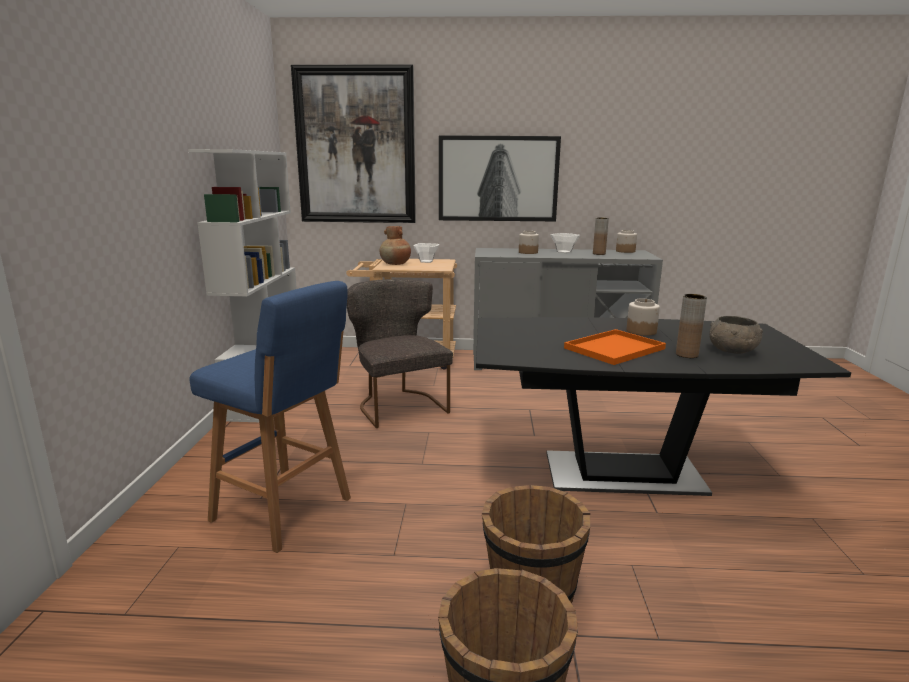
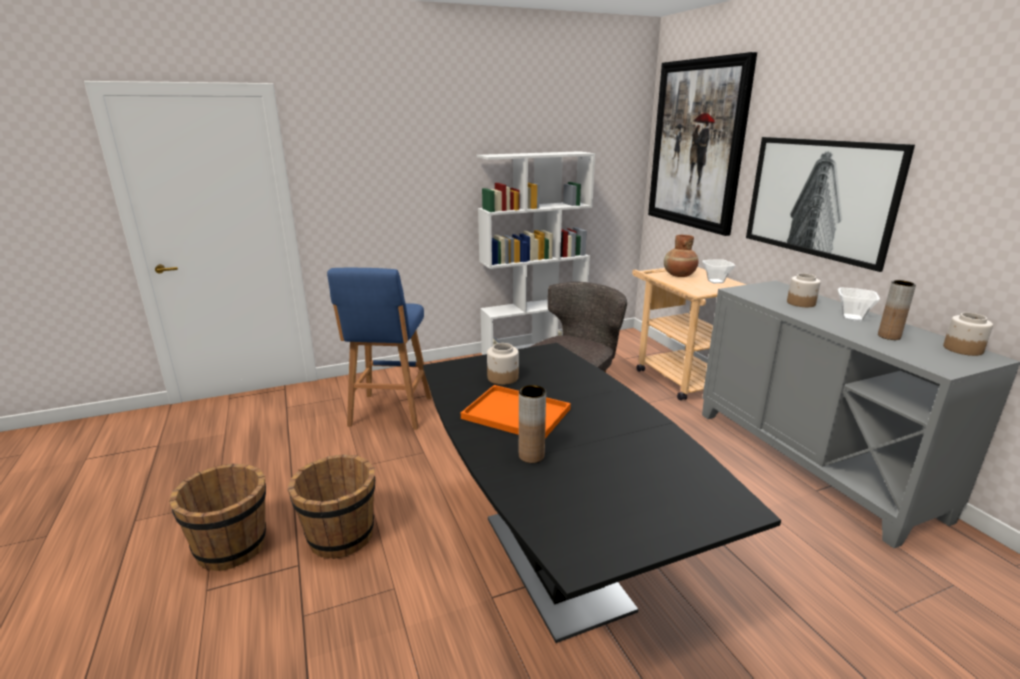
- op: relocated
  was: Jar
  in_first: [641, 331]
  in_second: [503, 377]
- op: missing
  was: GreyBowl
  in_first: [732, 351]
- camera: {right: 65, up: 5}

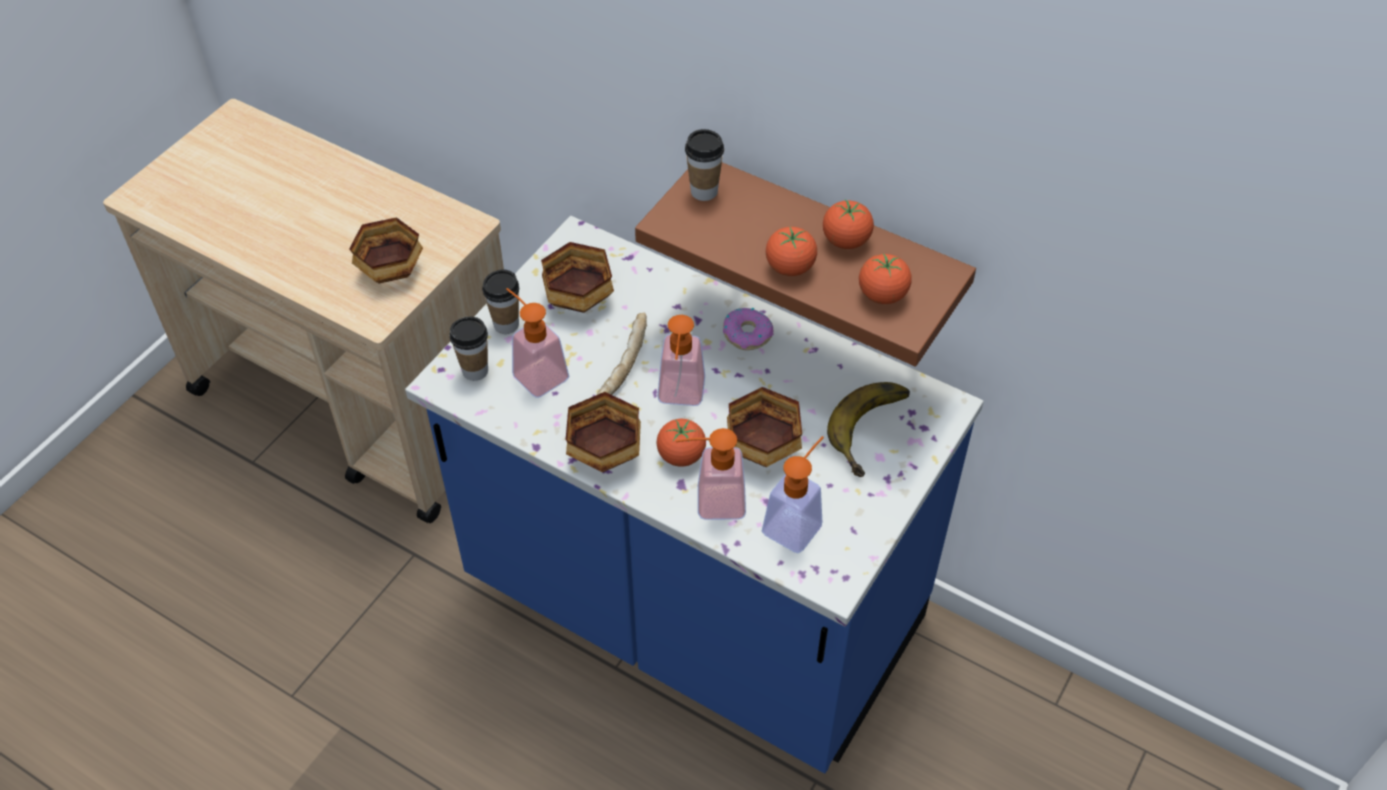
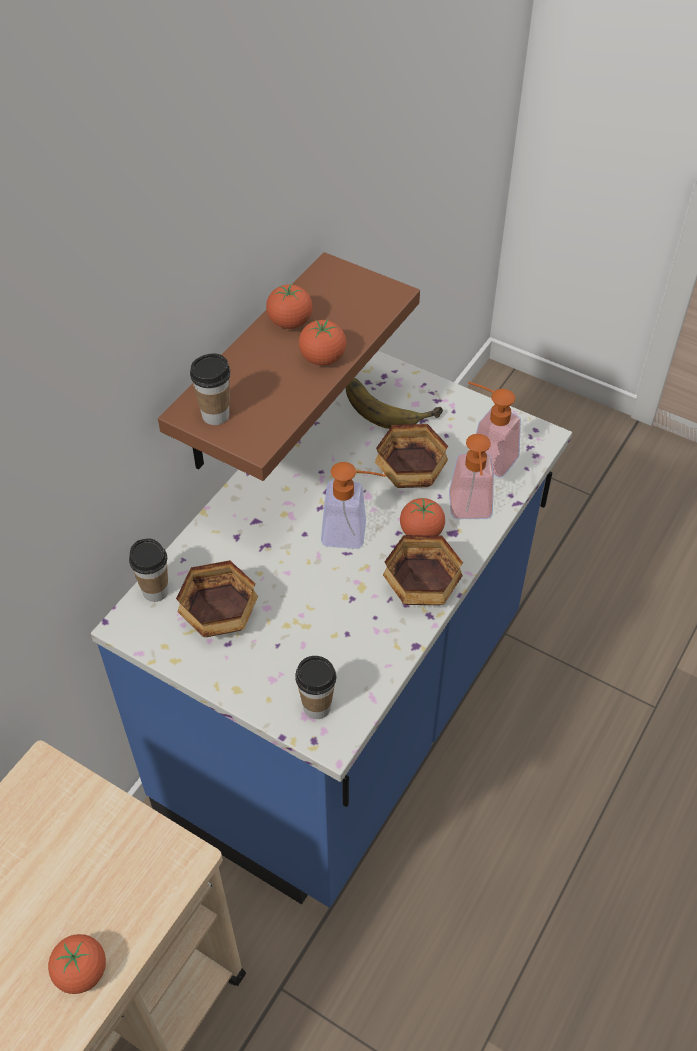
- op: missing
  was: Bowl
  in_first: [389, 272]
- op: relocated
  was: Cup
  in_first: [506, 324]
  in_second: [155, 591]
- op: missing
  was: SoapDispenser
  in_first: [535, 372]
- op: missing
  was: Bread
  in_first: [622, 365]
- op: missing
  was: Donut
  in_first: [747, 334]
- op: relocated
  was: Tomato
  in_first: [882, 295]
  in_second: [82, 972]
- camera: {right: -90, up: 0}

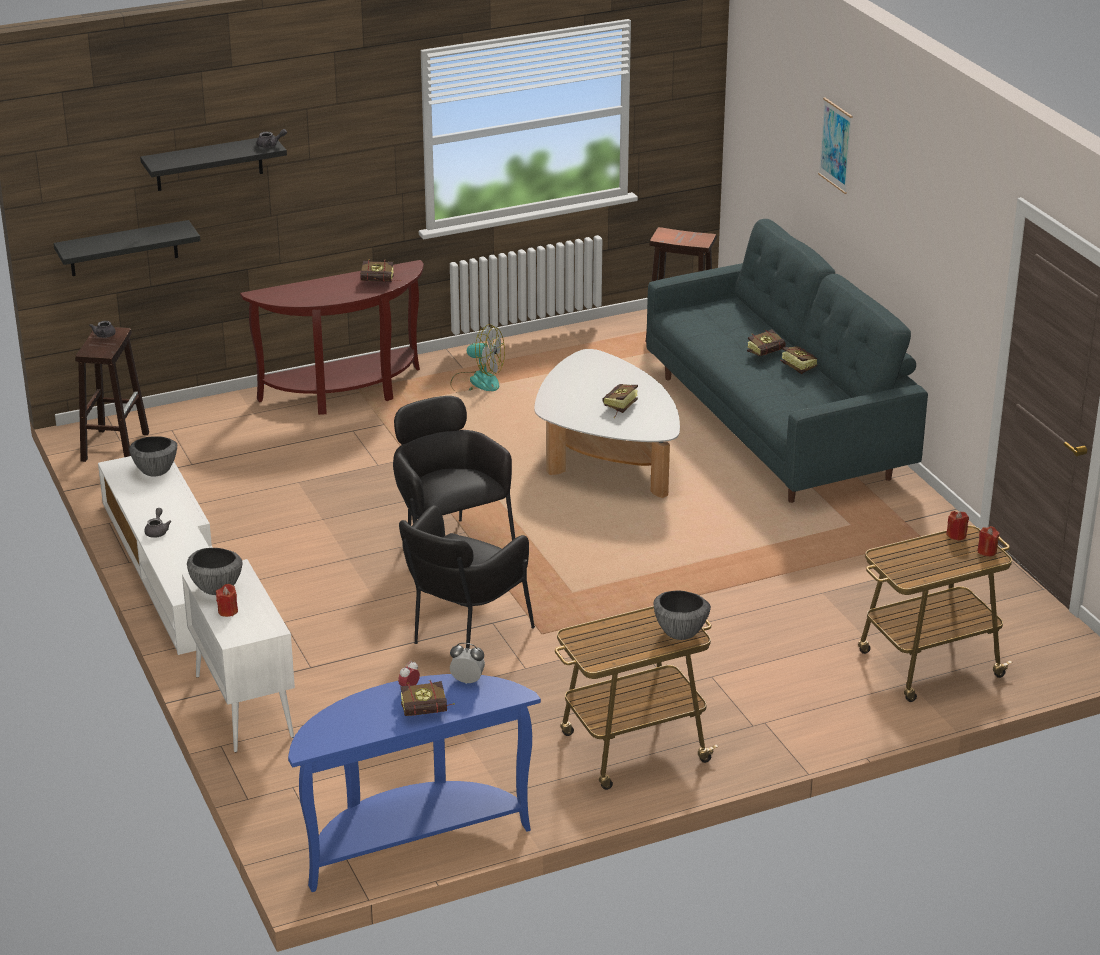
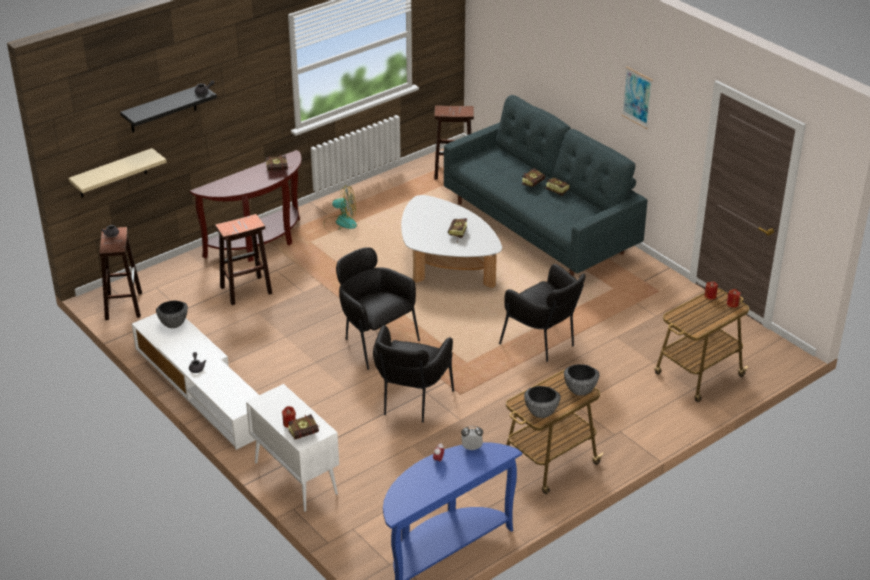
- op: colour
  was: BlackShelf
  now: BeigeShelf
  in_first: [123, 248]
  in_second: [112, 173]
- op: relocated
  was: Bowl
  in_first: [217, 589]
  in_second: [541, 413]
- op: relocated
  was: Book
  in_first: [429, 712]
  in_second: [306, 434]
- op: relocated
  was: Picture
  in_first: [835, 145]
  in_second: [637, 97]
- op: appeared
  now: BrownStool
  in_second: [245, 291]
- op: appeared
  now: BlackArmchair
  in_second: [543, 343]
- camera: {right: -15, up: 5}

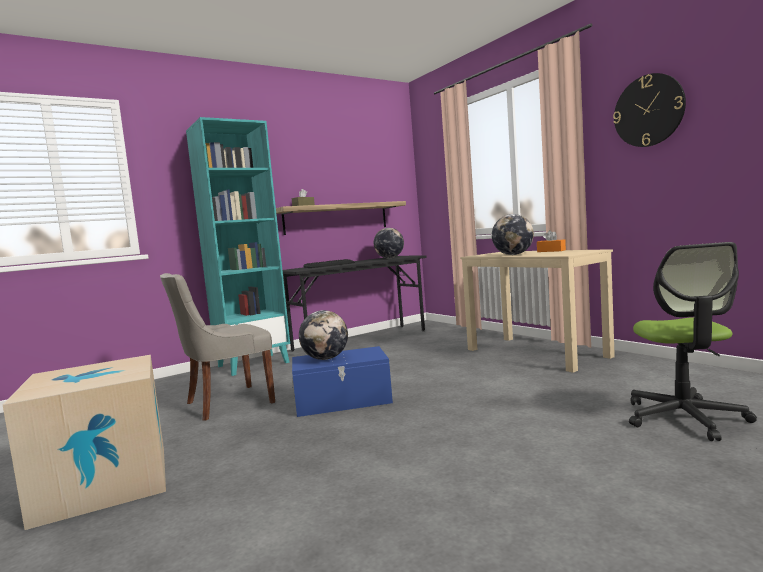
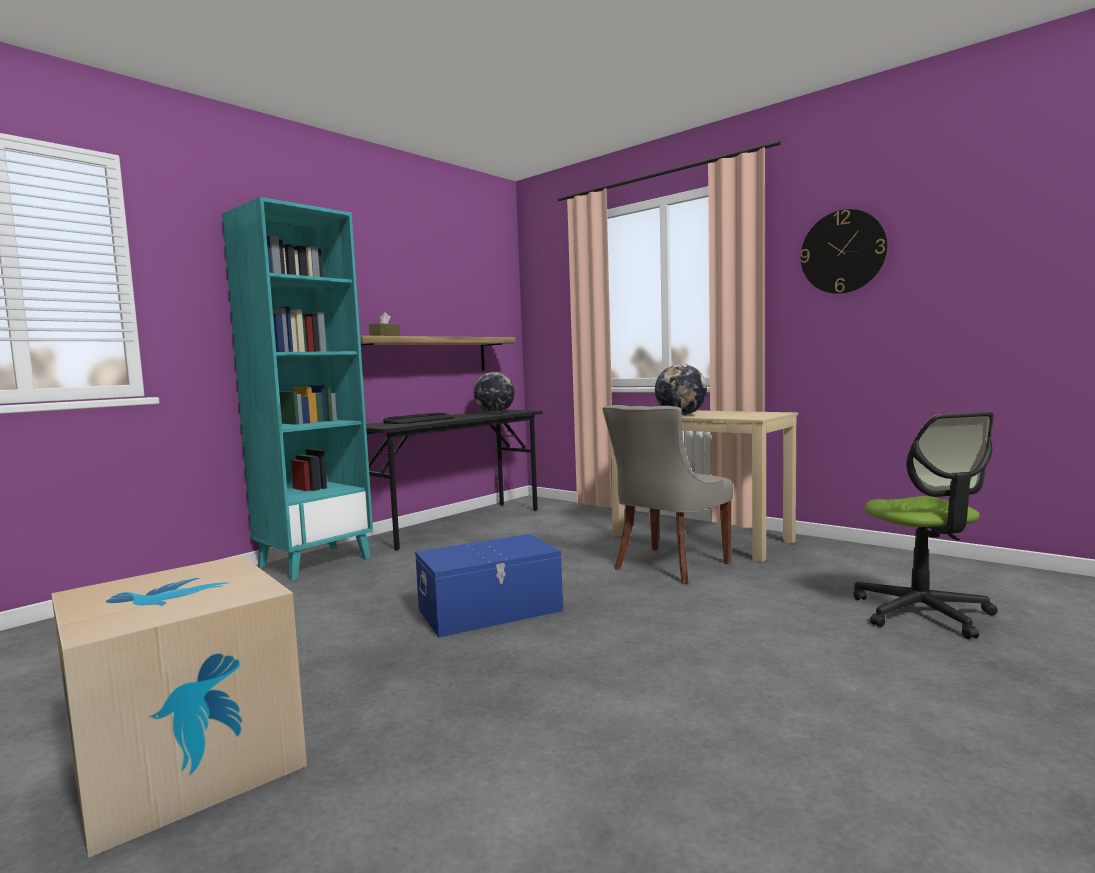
- op: relocated
  was: GreyChair
  in_first: [227, 403]
  in_second: [668, 566]
- op: missing
  was: Globe
  in_first: [326, 358]
- op: missing
  was: OrangeTissueBox
  in_first: [551, 251]
- camera: {right: -15, up: 0}

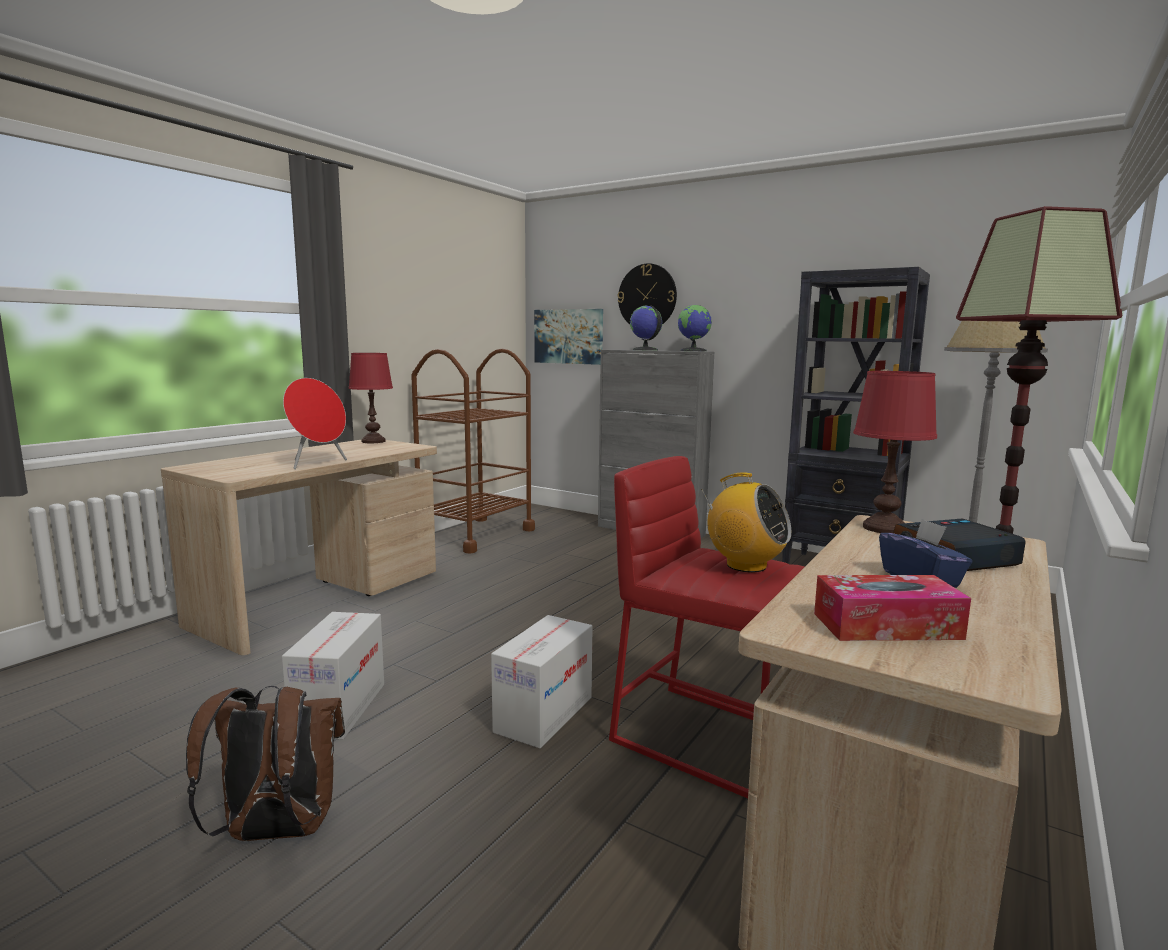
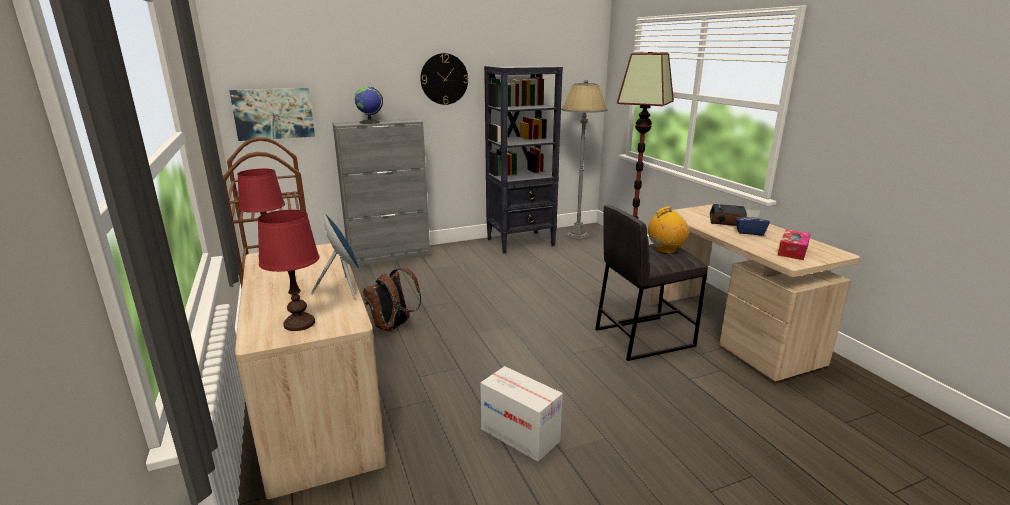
- op: relocated
  was: BrownBackpack
  in_first: [276, 832]
  in_second: [393, 327]
- op: colour
  was: RedSpeaker
  now: BlueSpeaker
  in_first: [317, 464]
  in_second: [344, 288]
- op: missing
  was: CardboardBox
  in_first: [544, 714]
- op: colour
  was: RedStool
  now: GreyStool
  in_first: [707, 736]
  in_second: [643, 337]
- op: relocated
  was: WallClock
  in_first: [647, 297]
  in_second: [444, 79]
- op: missing
  was: Globe
  in_first: [694, 351]
- op: relocated
  was: RedTableLamp
  in_first: [884, 528]
  in_second: [299, 323]
- camera: {right: -55, up: 10}

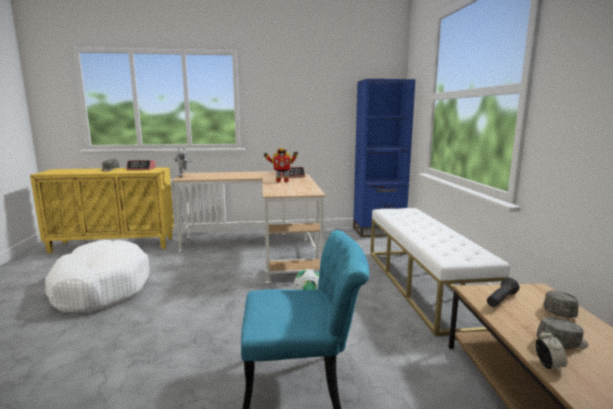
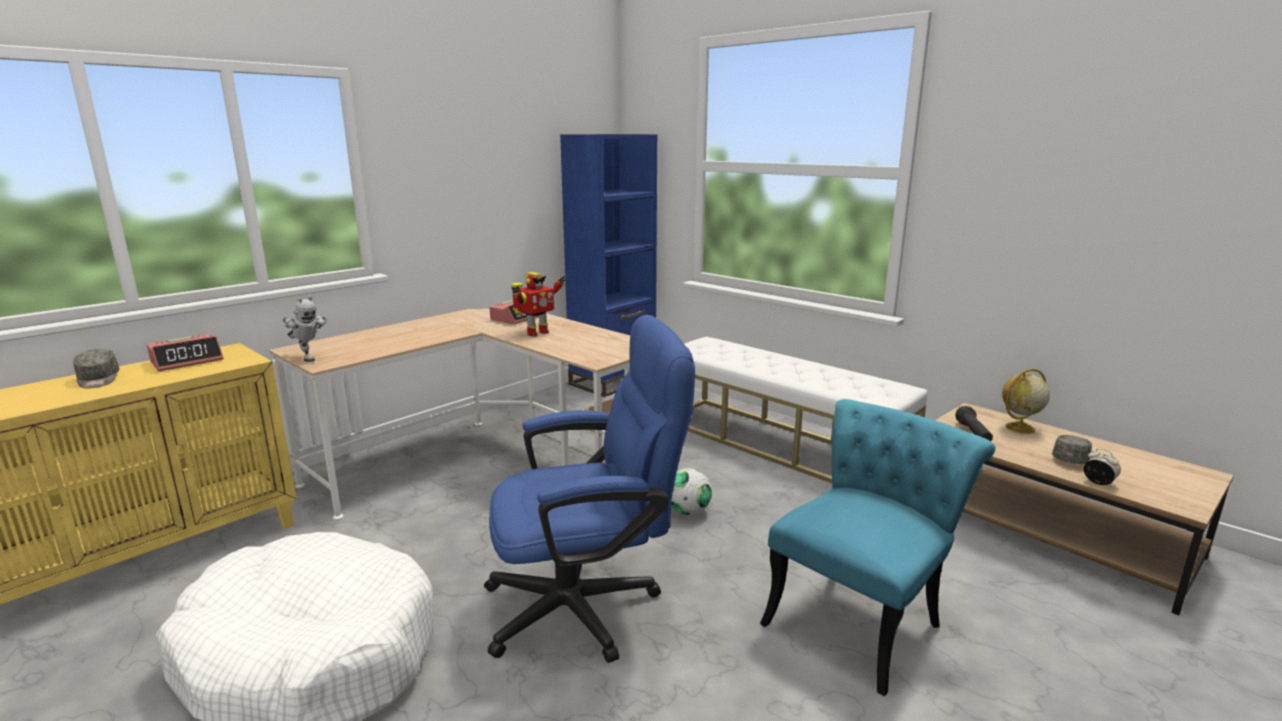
- op: exchanged
  was: GreyCap
  now: Globe
  in_first: [557, 311]
  in_second: [1019, 428]
- op: appeared
  now: BlueOfficeChair
  in_second: [588, 605]
- camera: {right: -40, up: 5}

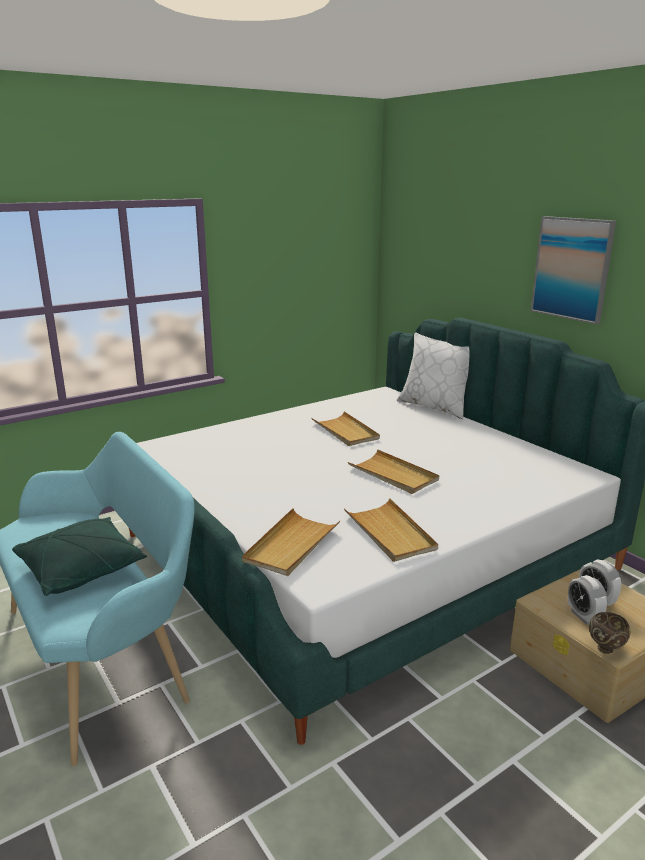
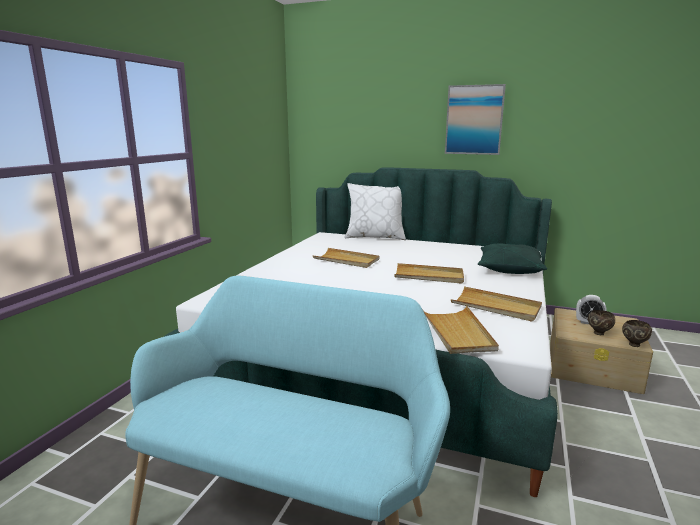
- op: relocated
  was: GreenPillow
  in_first: [82, 569]
  in_second: [509, 269]
- op: exchanged
  was: AlarmClock
  now: BrownBowl
  in_first: [583, 616]
  in_second: [599, 333]
- camera: {right: -35, up: -5}

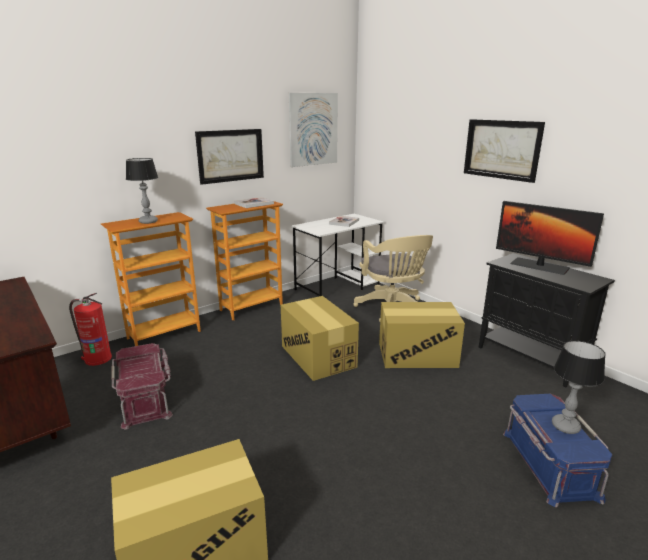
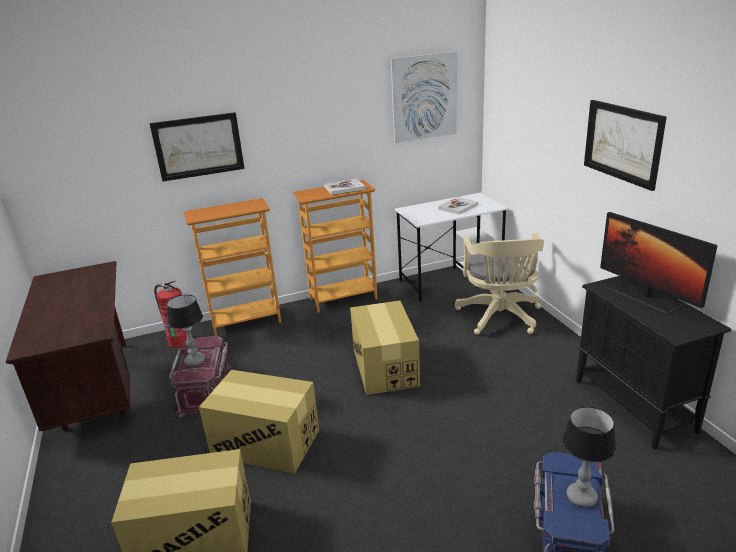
- op: relocated
  was: TableLamp
  in_first: [148, 222]
  in_second: [195, 361]
- op: relocated
  was: Picture
  in_first: [230, 155]
  in_second: [198, 146]
- op: relocated
  was: CardboardBox
  in_first: [416, 355]
  in_second: [265, 443]
- camera: {right: 20, up: 5}

